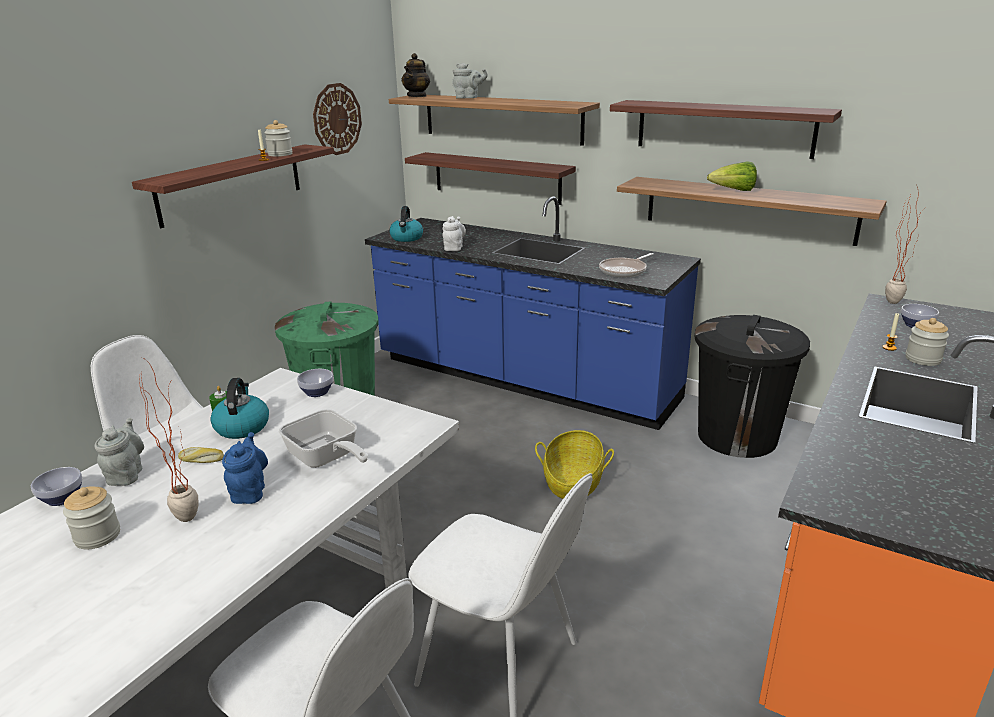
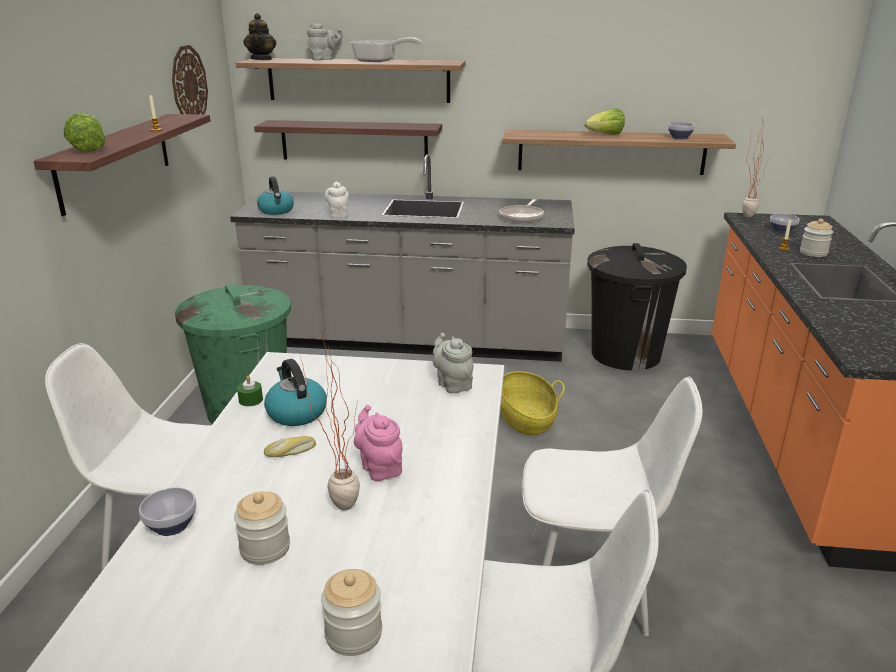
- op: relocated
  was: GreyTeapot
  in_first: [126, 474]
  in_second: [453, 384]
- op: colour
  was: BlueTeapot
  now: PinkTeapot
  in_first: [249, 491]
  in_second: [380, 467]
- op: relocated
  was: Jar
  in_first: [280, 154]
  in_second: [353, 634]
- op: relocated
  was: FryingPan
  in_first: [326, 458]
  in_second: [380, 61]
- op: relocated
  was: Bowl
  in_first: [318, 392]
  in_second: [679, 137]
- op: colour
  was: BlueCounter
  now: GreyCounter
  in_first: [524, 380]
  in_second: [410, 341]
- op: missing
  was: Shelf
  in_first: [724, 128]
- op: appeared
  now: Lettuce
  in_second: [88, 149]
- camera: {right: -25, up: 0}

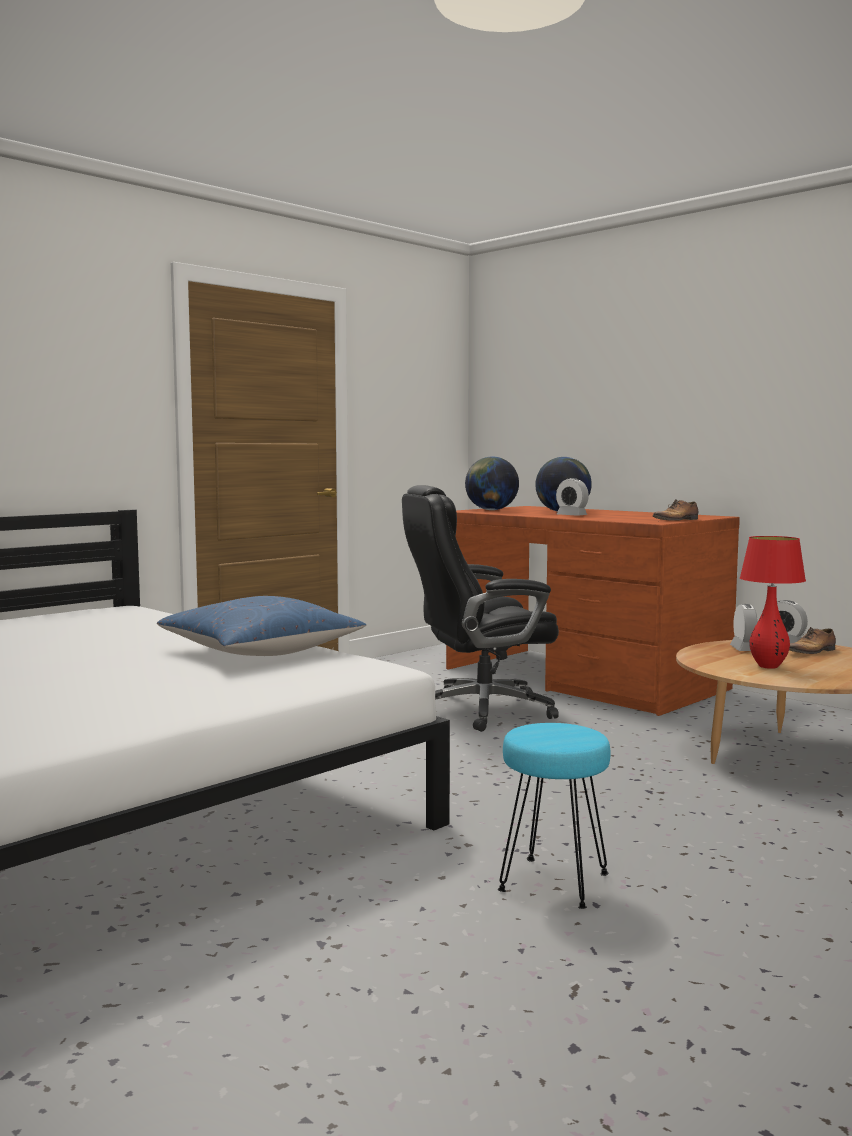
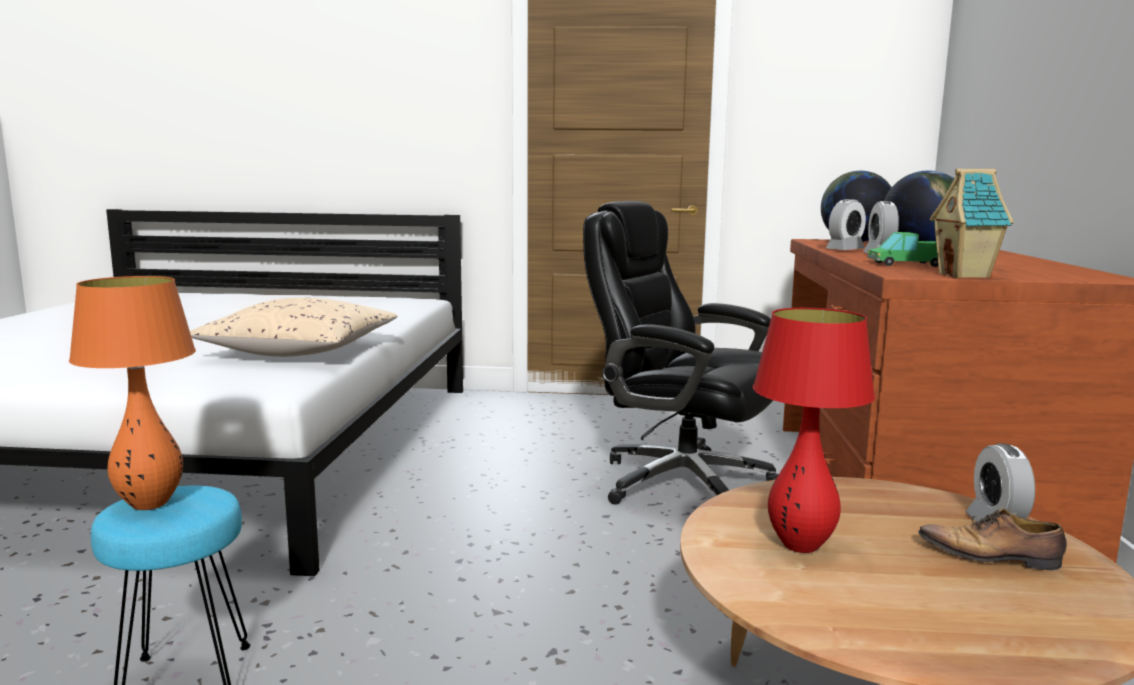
- op: colour
  was: BluePillow
  now: BeigePillow
  in_first: [261, 651]
  in_second: [300, 351]
- op: exchanged
  was: Shoe
  now: ToyHouse
  in_first: [677, 520]
  in_second: [965, 275]
- op: relocated
  was: AlarmClock
  in_first: [744, 649]
  in_second: [845, 250]
- op: appeared
  now: OrangeTableLamp
  in_second: [150, 504]
- op: appeared
  now: ToyTruck
  in_second: [905, 264]
- camera: {right: 50, up: 5}

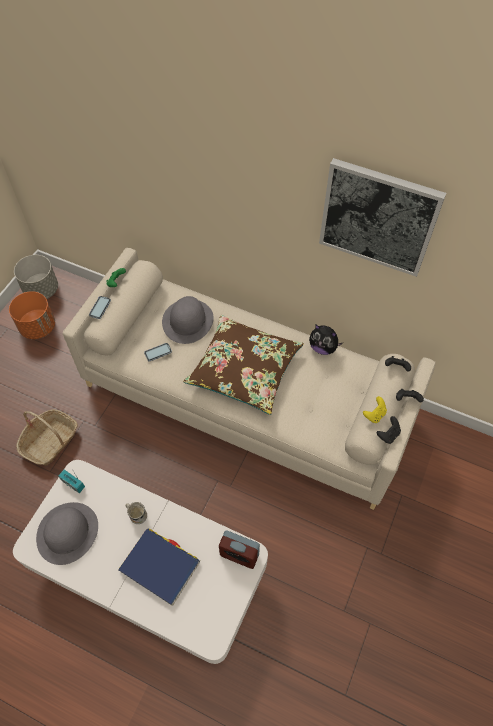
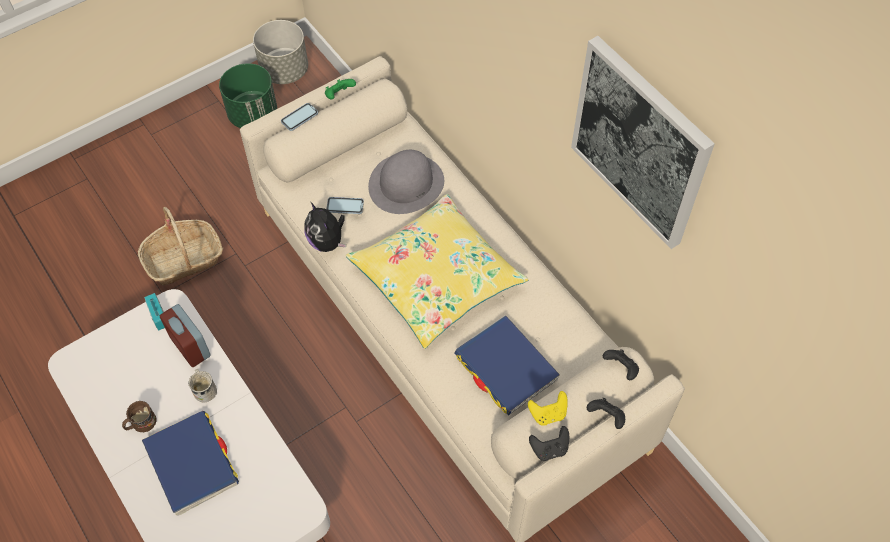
- op: colour
  was: OrangePlanter
  now: GreenPlanter
  in_first: [38, 327]
  in_second: [253, 114]
- op: missing
  was: GreyHat
  in_first: [67, 533]
- op: colour
  was: BrownPillow
  now: YellowPillow
  in_first: [244, 370]
  in_second: [436, 278]
- op: relocated
  was: AlarmClock
  in_first: [239, 554]
  in_second: [190, 346]
- op: relocated
  was: PlushToy
  in_first: [323, 348]
  in_second: [327, 242]
- op: appeared
  now: BrownMug
  in_second: [141, 424]
- op: appeared
  now: BlueBook
  in_second: [506, 367]
- camera: {right: 30, up: 0}

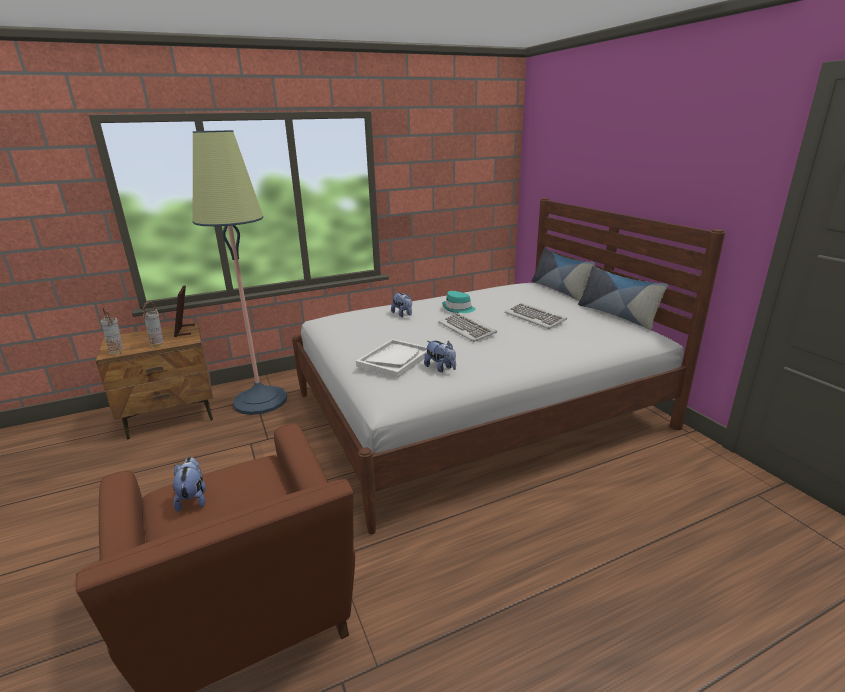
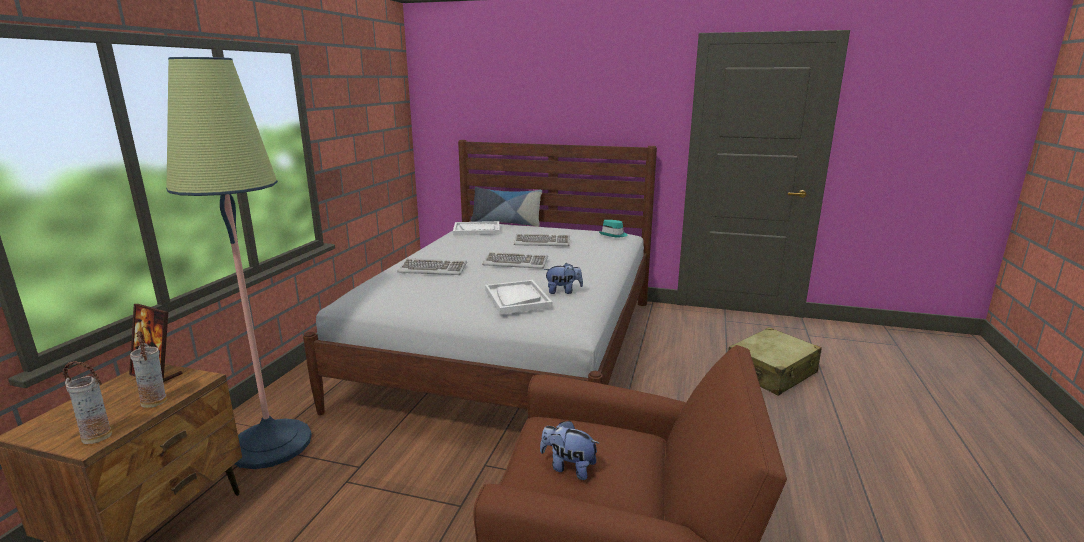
- op: exchanged
  was: PlushToy
  now: Keyboard
  in_first: [403, 314]
  in_second: [433, 269]
- op: relocated
  was: TurquoiseHat
  in_first: [458, 309]
  in_second: [613, 235]
- op: missing
  was: Pillow
  in_first: [617, 315]
- op: appeared
  now: WhiteTray
  in_second: [477, 230]
- op: appeared
  now: BeigeSuitcase
  in_second: [771, 372]
- camera: {right: -50, up: -5}

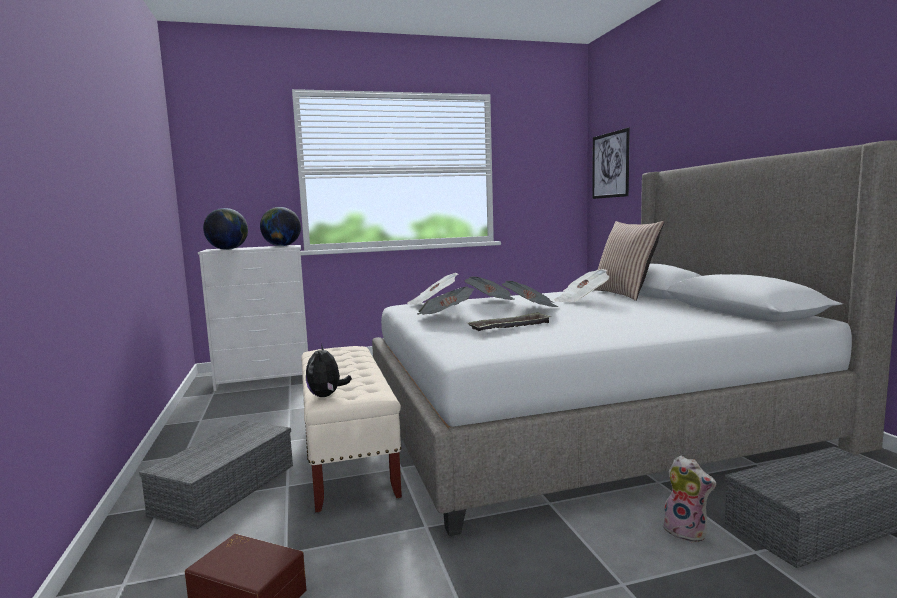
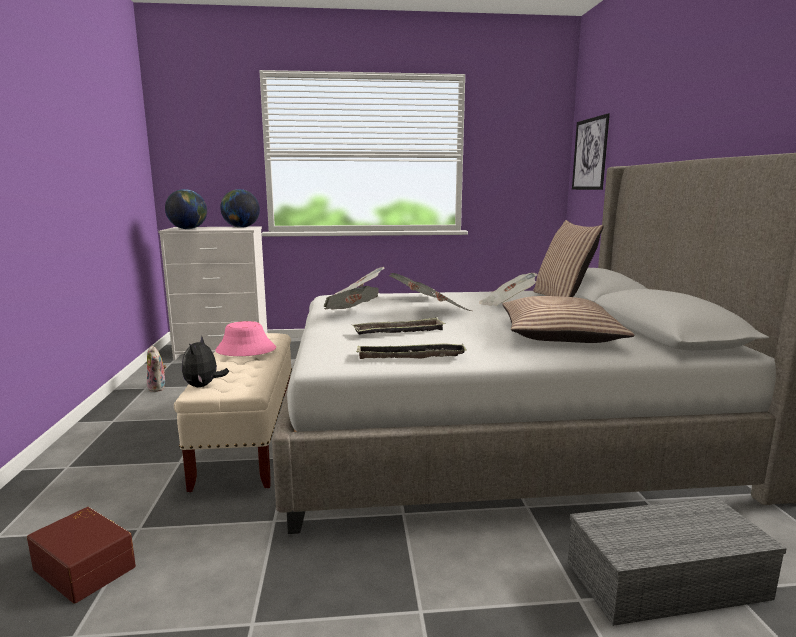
- op: missing
  was: GreyStorageBox
  in_first: [226, 487]
- op: relocated
  was: PlushToy
  in_first: [687, 531]
  in_second: [158, 388]
- op: appeared
  now: PinkHat
  in_second: [245, 350]
- op: appeared
  now: Tray
  in_second: [410, 357]
- op: appeared
  now: Pillow
  in_second: [559, 335]
- camera: {right: 10, up: 5}

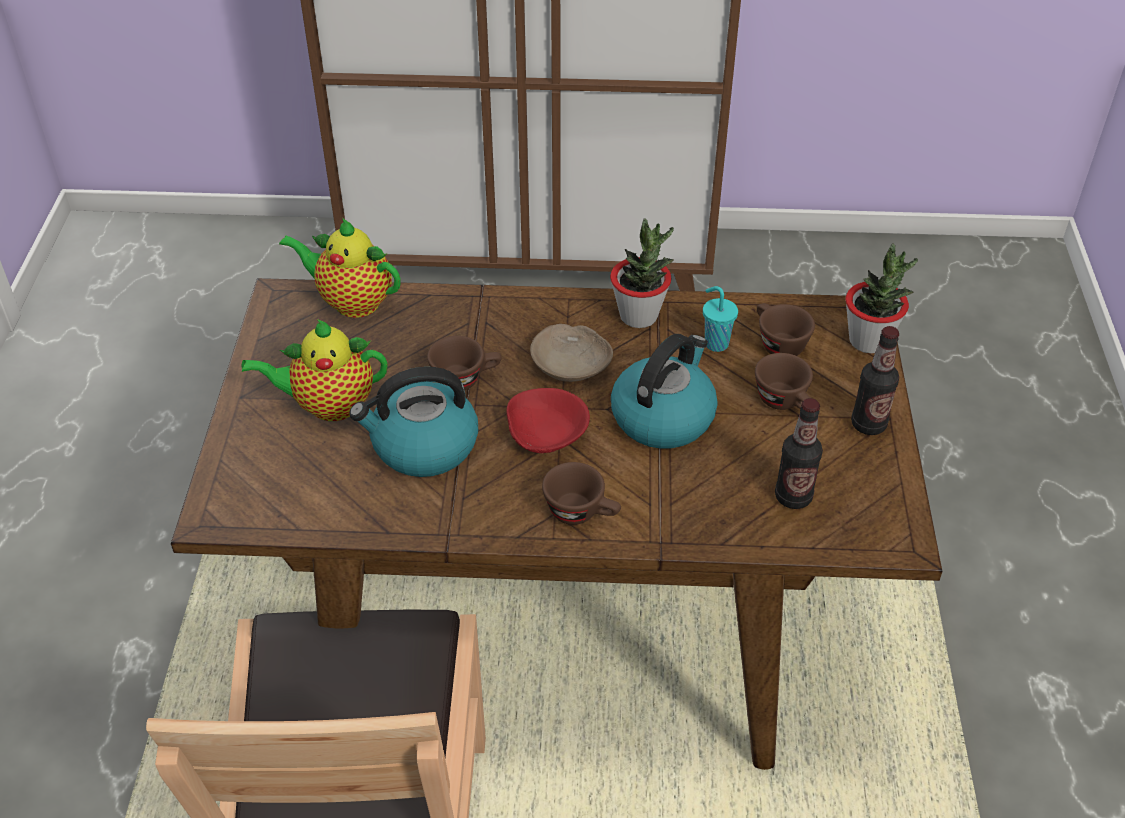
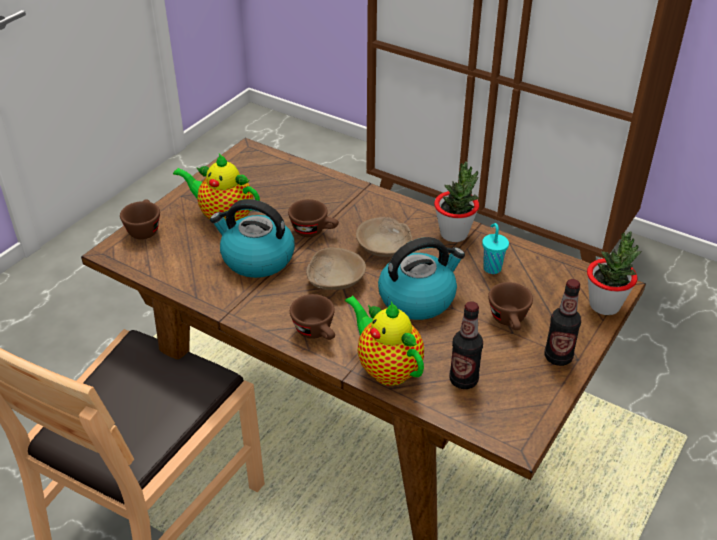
- op: relocated
  was: Teapot
  in_first: [351, 302]
  in_second: [386, 368]
- op: colour
  was: RedBowl
  now: BeigeBowl
  in_first: [546, 434]
  in_second: [335, 280]
- op: relocated
  was: BrownCup
  in_first: [777, 343]
  in_second: [144, 229]
- camera: {right: 30, up: -5}

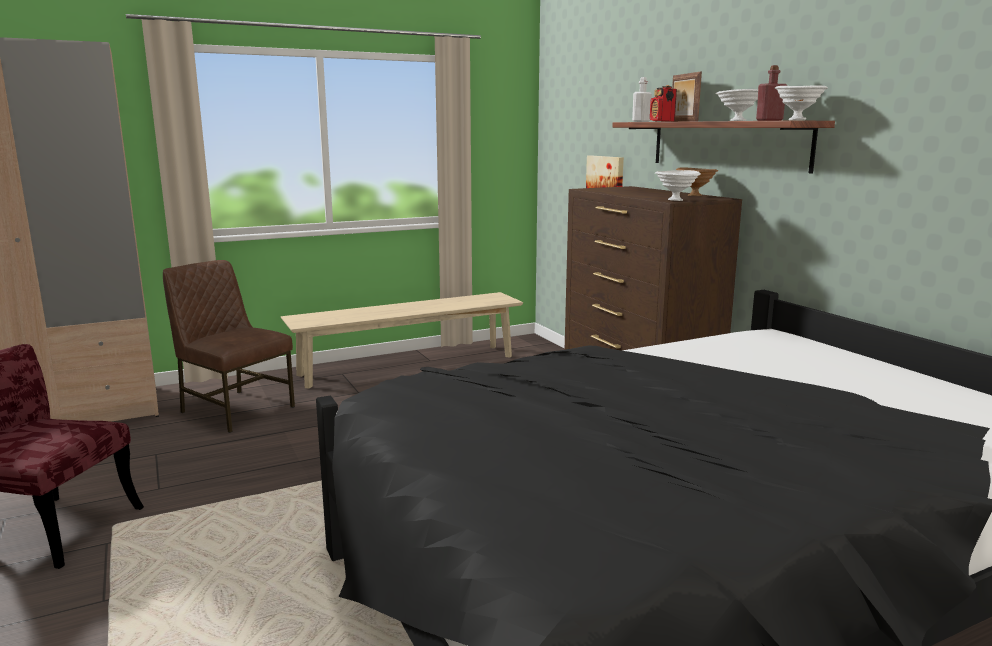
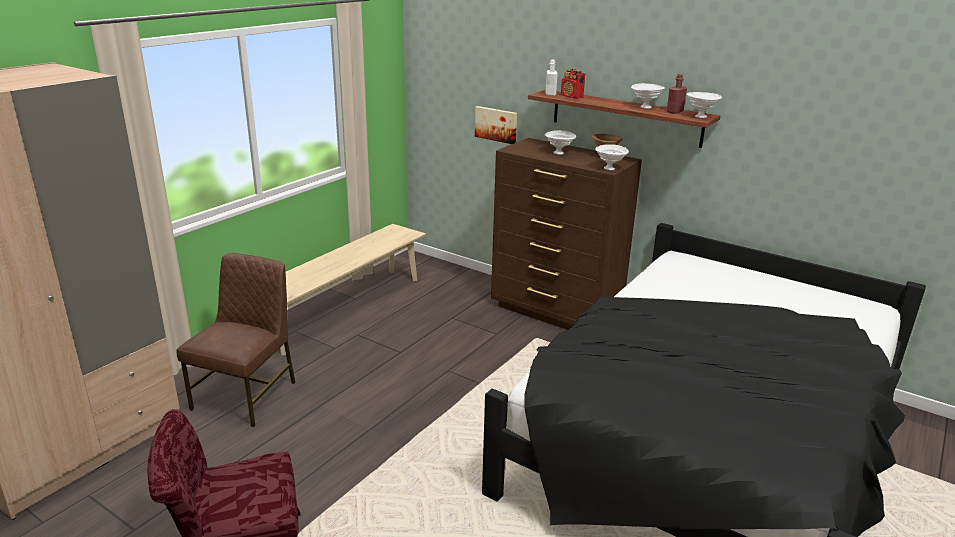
- op: spun
  was: BrownChair
  in_first: [235, 409]
  in_second: [247, 395]
  clockwise: 105
- op: missing
  was: PictureFrame
  in_first: [682, 121]
- op: appeared
  now: WhiteBowl
  in_second: [559, 153]
- camera: {right: -30, up: 10}

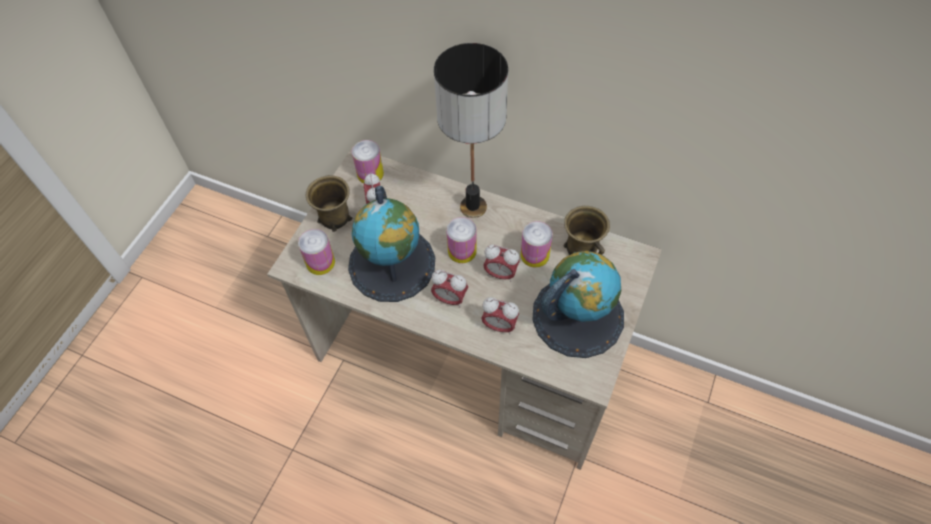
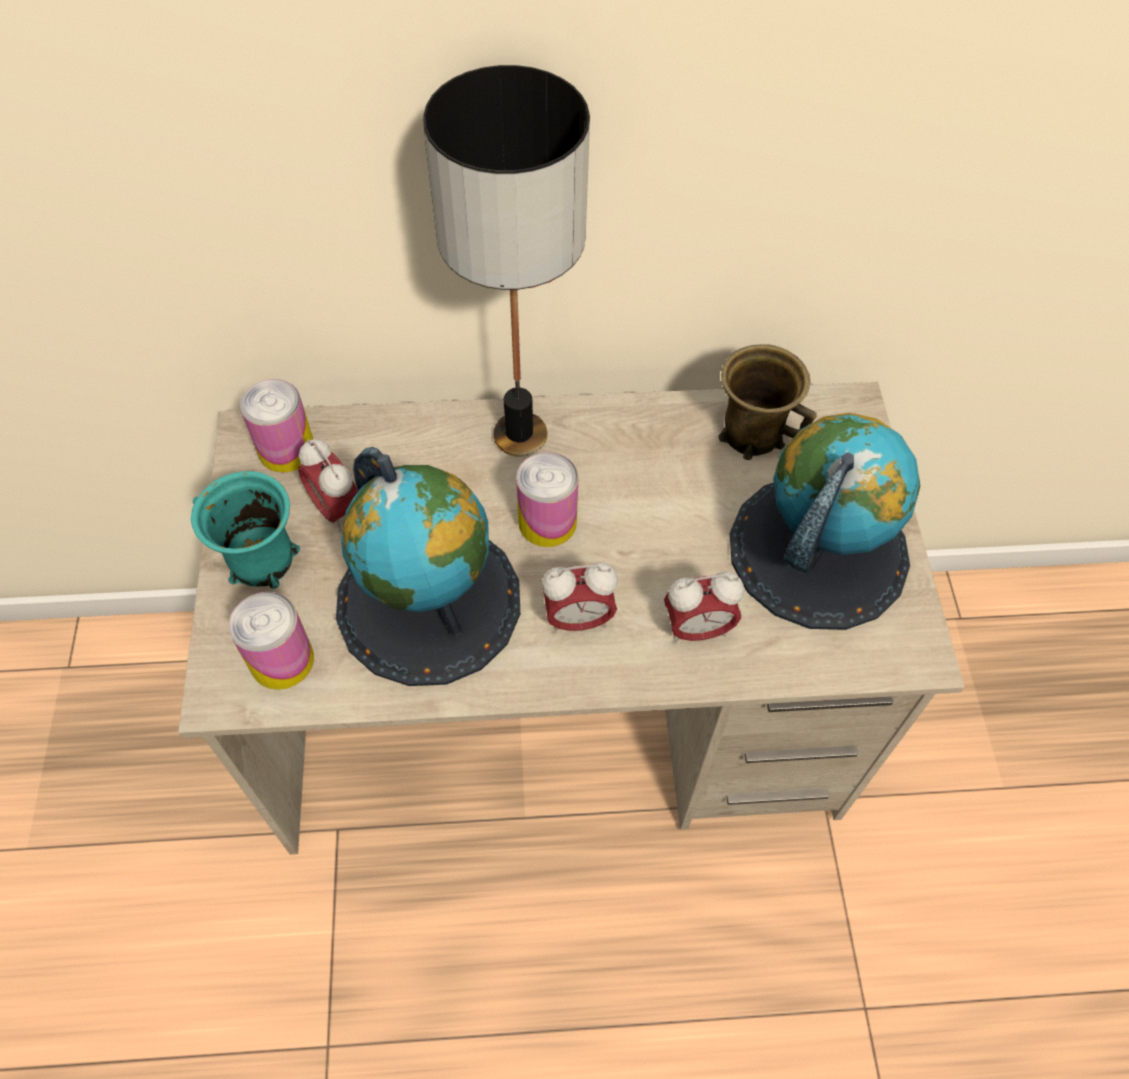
- op: colour
  was: BrownMug
  now: TurquoiseMug
  in_first: [334, 218]
  in_second: [261, 561]
- op: missing
  was: AlarmClock
  in_first: [500, 274]
- op: missing
  was: Can
  in_first: [534, 255]
- camera: {right: -30, up: 0}

